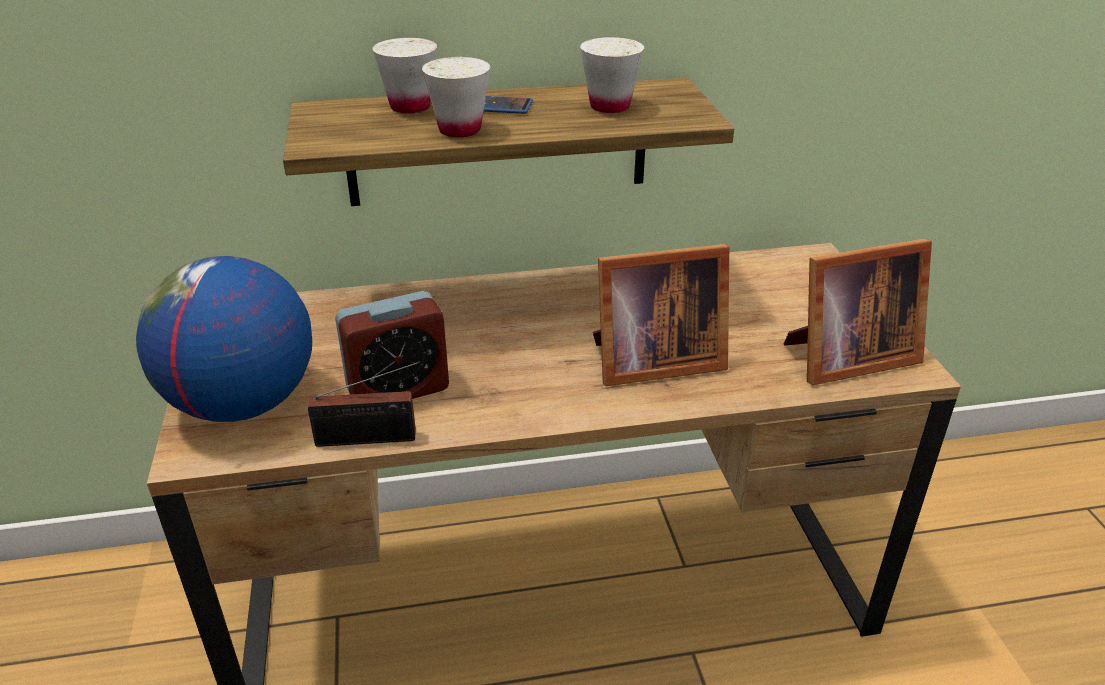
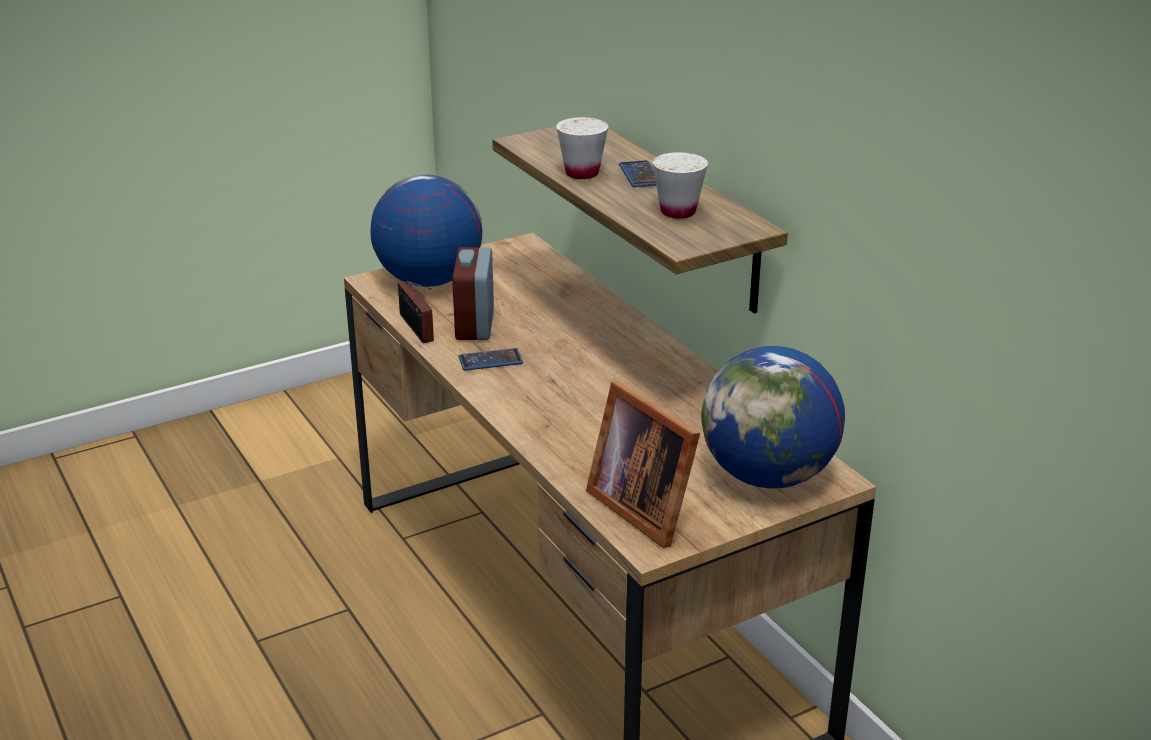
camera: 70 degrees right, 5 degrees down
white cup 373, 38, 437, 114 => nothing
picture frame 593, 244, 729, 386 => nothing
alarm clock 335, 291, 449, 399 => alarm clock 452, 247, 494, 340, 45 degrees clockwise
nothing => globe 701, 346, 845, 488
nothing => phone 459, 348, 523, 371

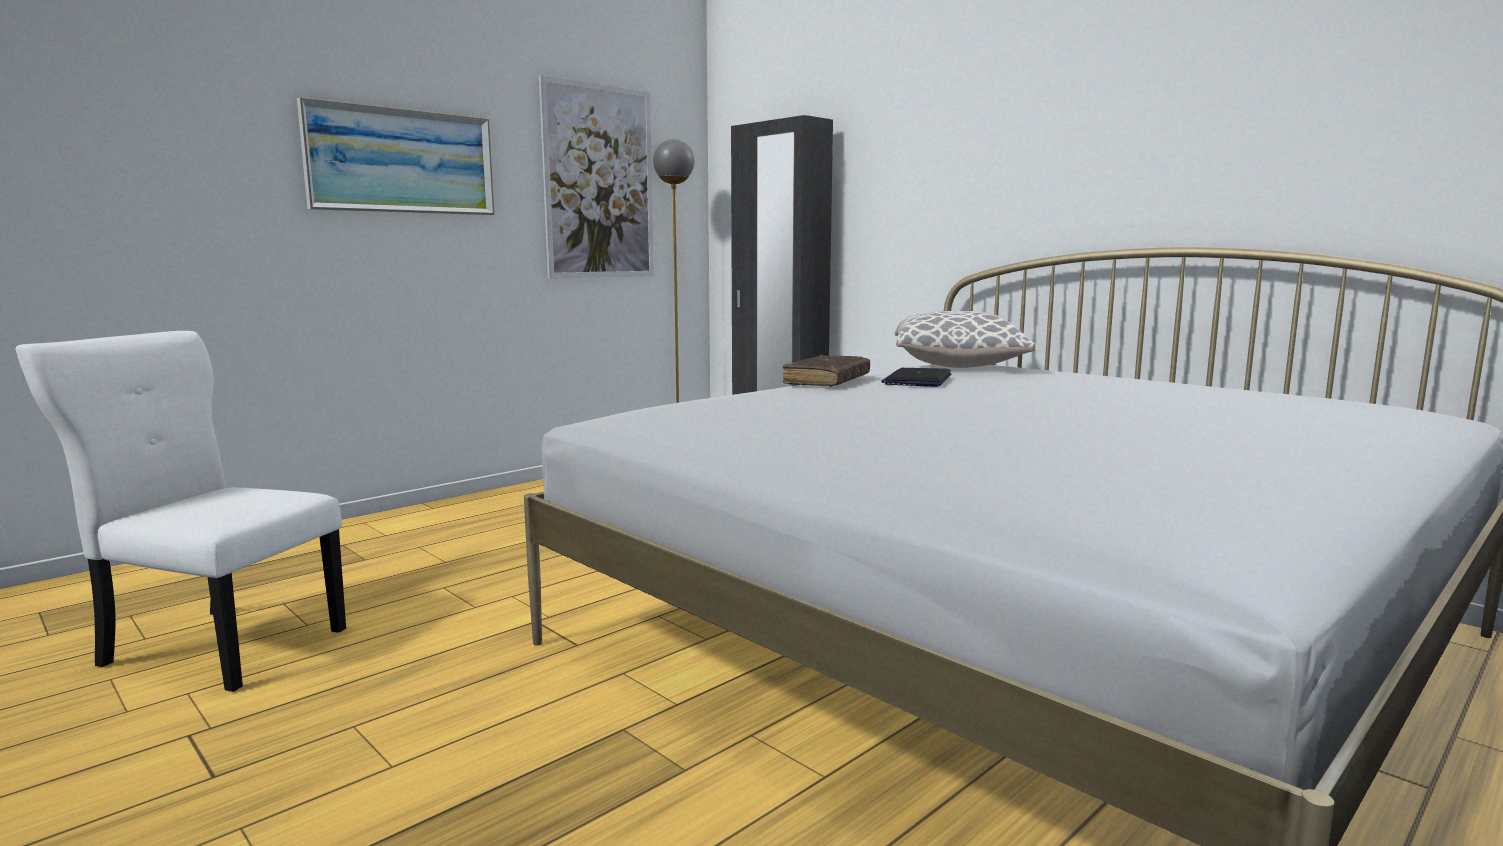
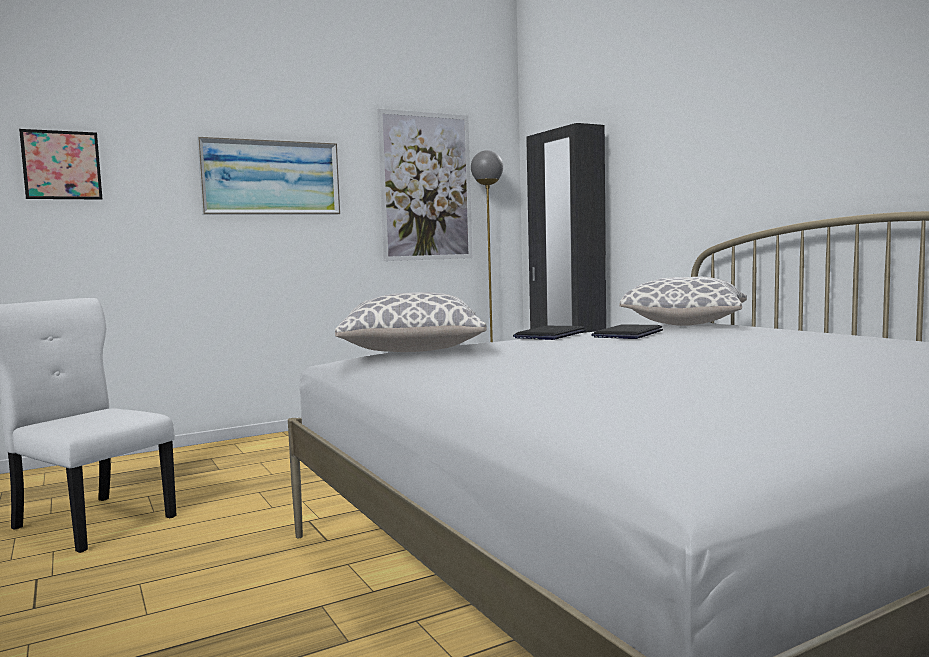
camera: 15 degrees right, 5 degrees down
brown book 783, 355, 870, 387 => laptop 513, 326, 586, 340
nothing => picture 19, 129, 102, 200
nothing => pillow 335, 292, 487, 352

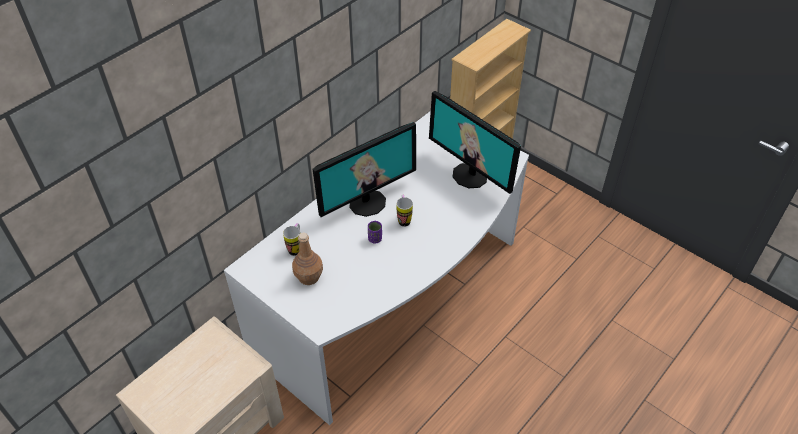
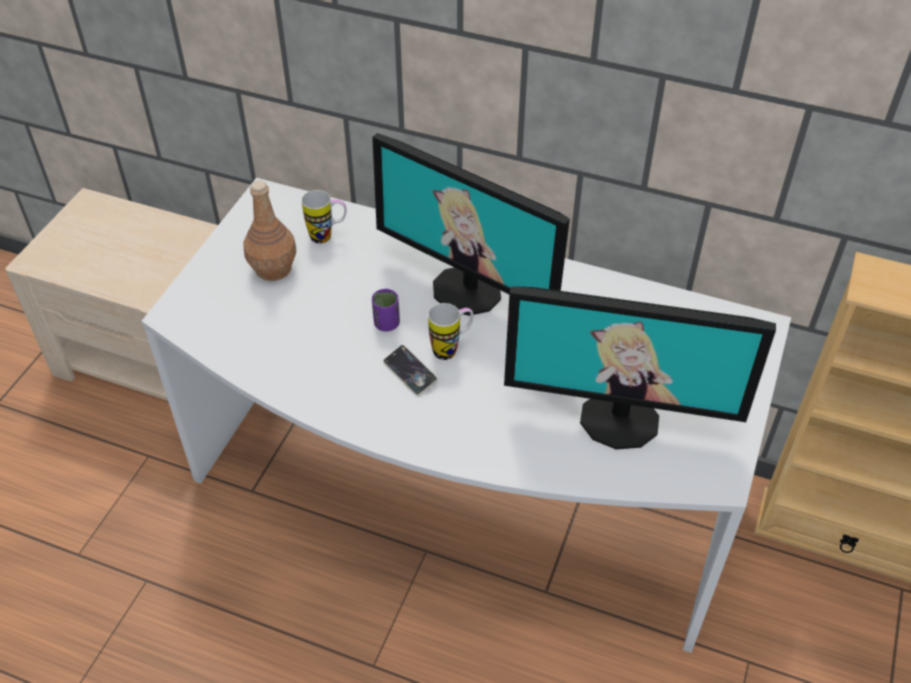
camera: 70 degrees right, 0 degrees up
monitor 429, 91, 521, 194 => monitor 504, 286, 776, 449, 105 degrees counterclockwise
nothing => phone 383, 345, 438, 396

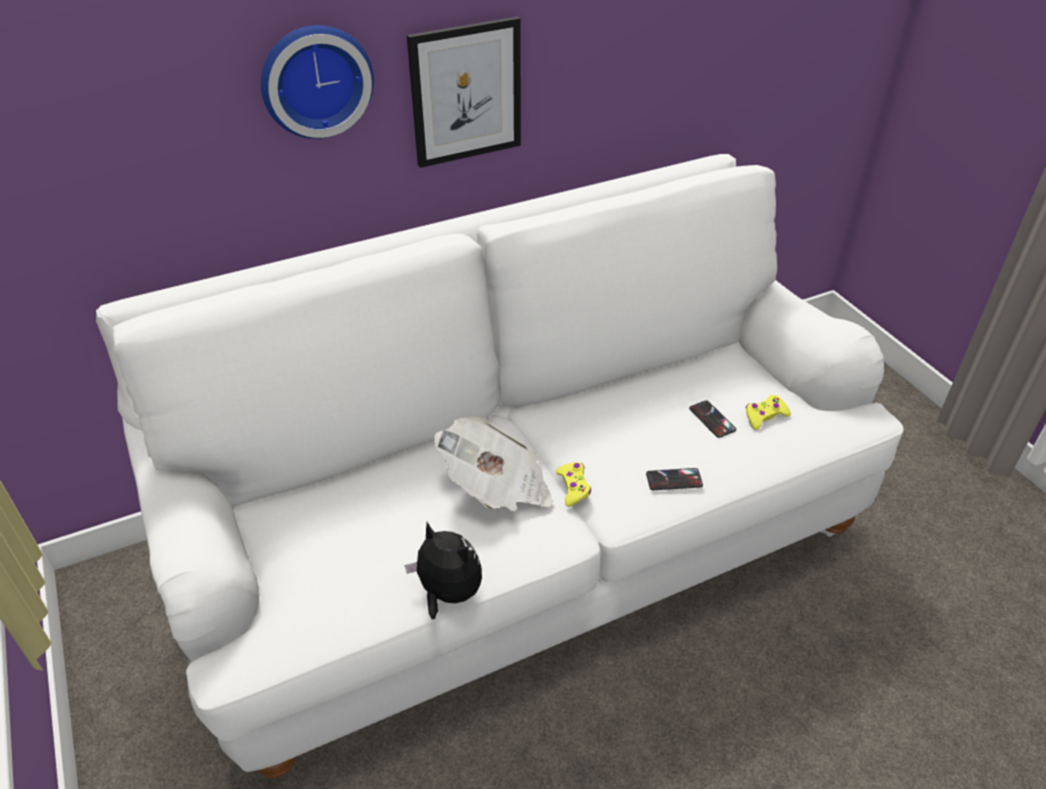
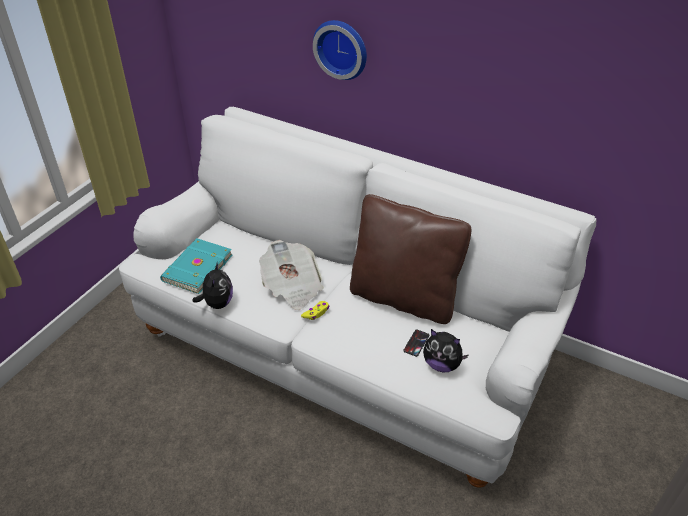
camera: 55 degrees right, 0 degrees up
picture 407, 16, 521, 168 => nothing
yellow game controller 745, 395, 791, 430 => plush toy 423, 329, 469, 372
phone 646, 468, 703, 490 => nothing
nothing => brown pillow 350, 194, 471, 324
nothing => turquoise book 160, 238, 232, 294

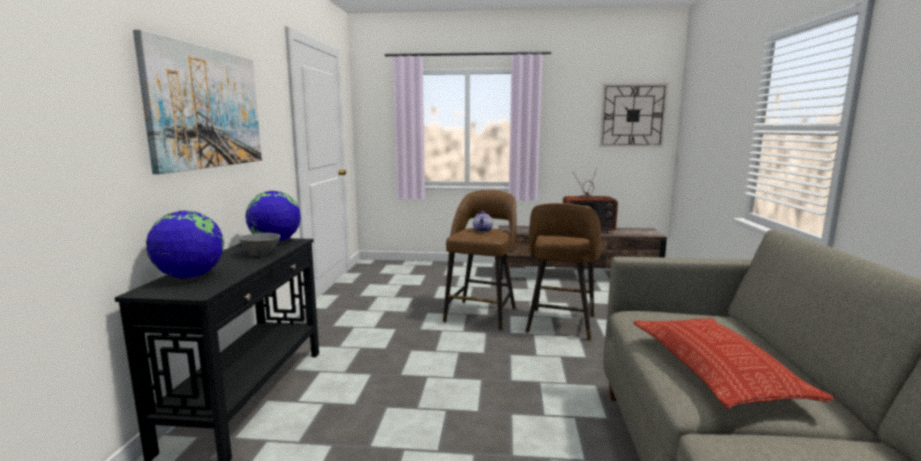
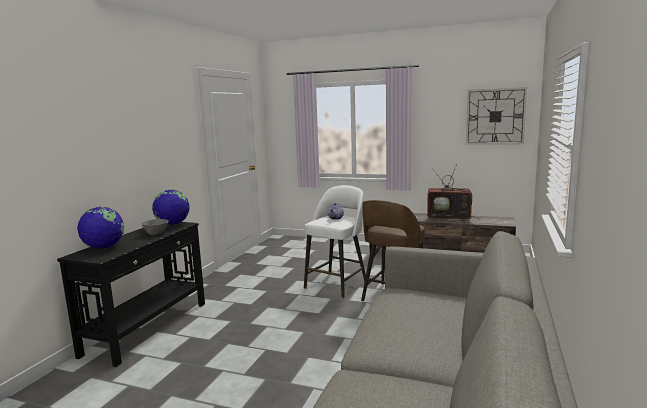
camera: 15 degrees right, 0 degrees up
picture 133, 29, 262, 174 => nothing
brown stool 443, 190, 517, 331 => white stool 304, 185, 366, 298
pillow 633, 318, 834, 409 => nothing

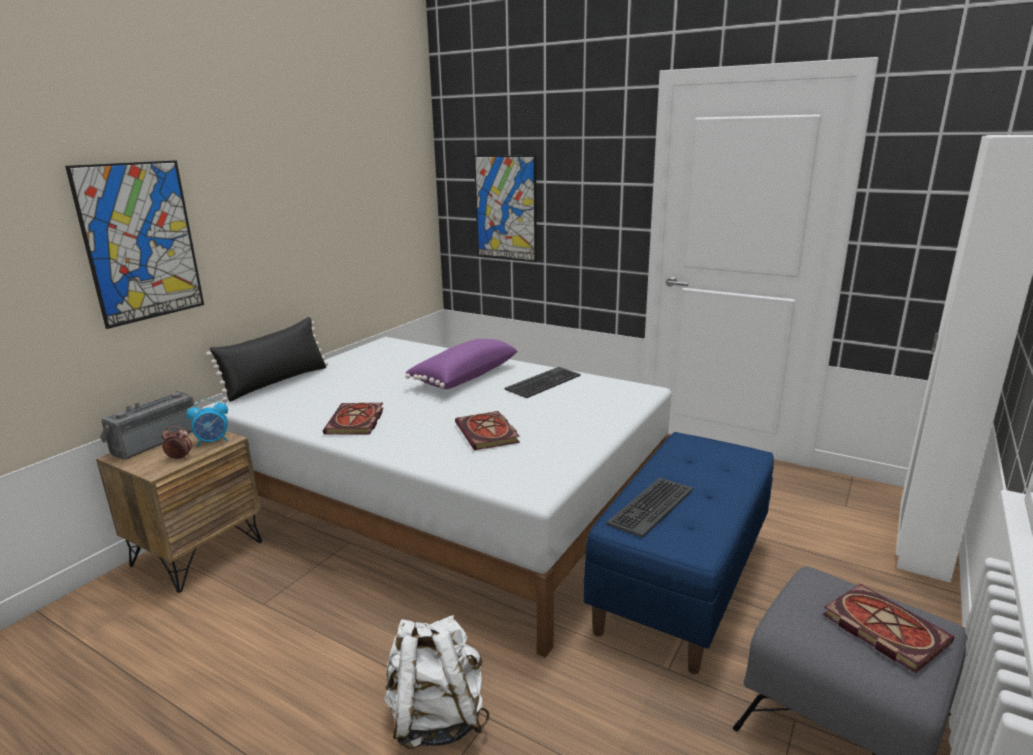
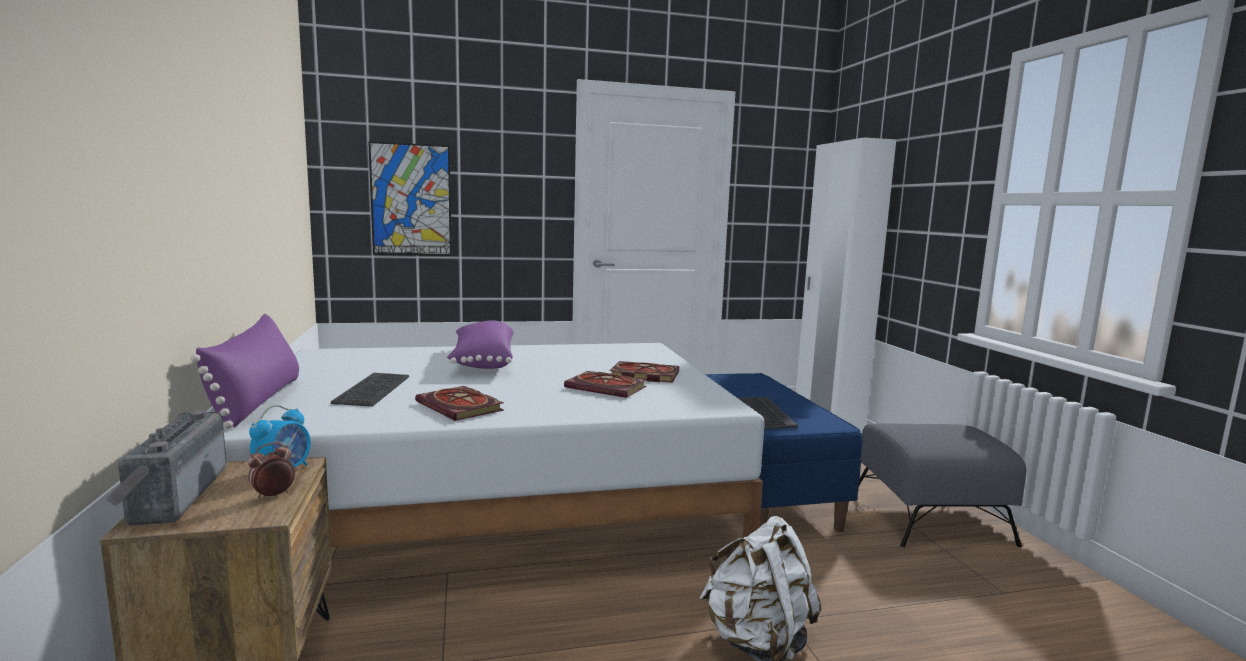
camera: 45 degrees left, 10 degrees down
picture 65, 160, 204, 329 => nothing
black pillow 206, 317, 328, 402 => purple pillow 190, 314, 299, 429
keyboard 505, 367, 581, 398 => keyboard 331, 373, 409, 407, shifted
book 823, 584, 954, 673 => book 610, 361, 679, 383, shifted

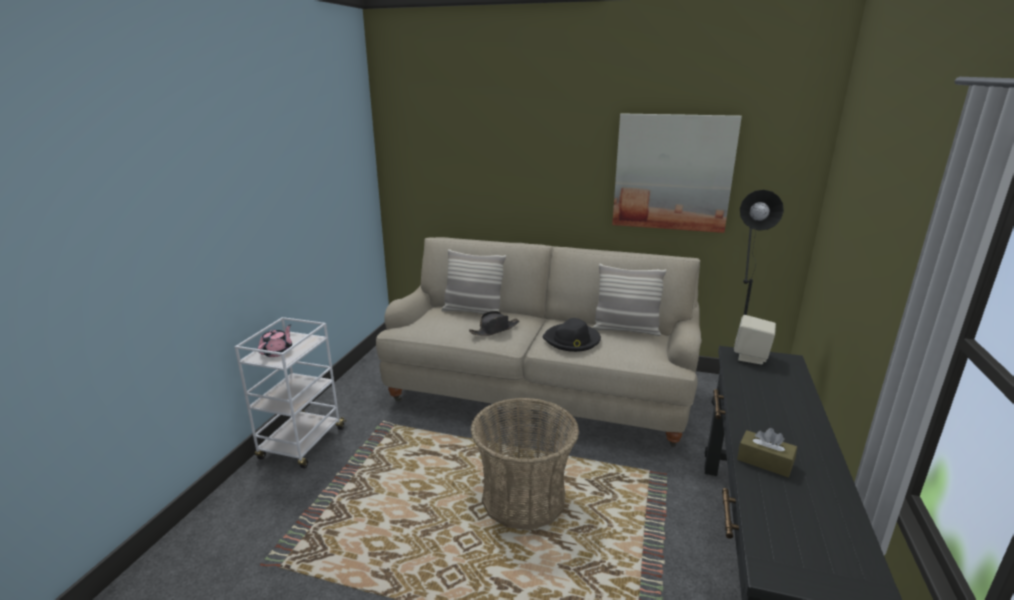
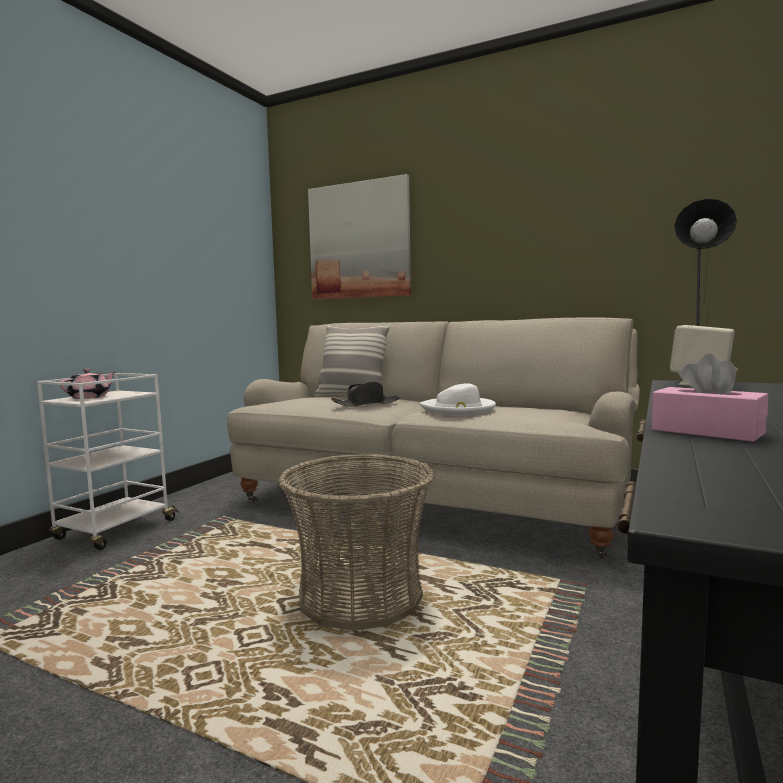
camera: 10 degrees right, 15 degrees down
picture 612, 114, 742, 233 => picture 308, 174, 411, 300, shifted
pillow 592, 264, 667, 336 => nothing
black hat 543, 318, 601, 352 => white hat 420, 383, 496, 415
brown tissue box 737, 428, 797, 477 => pink tissue box 651, 354, 768, 442

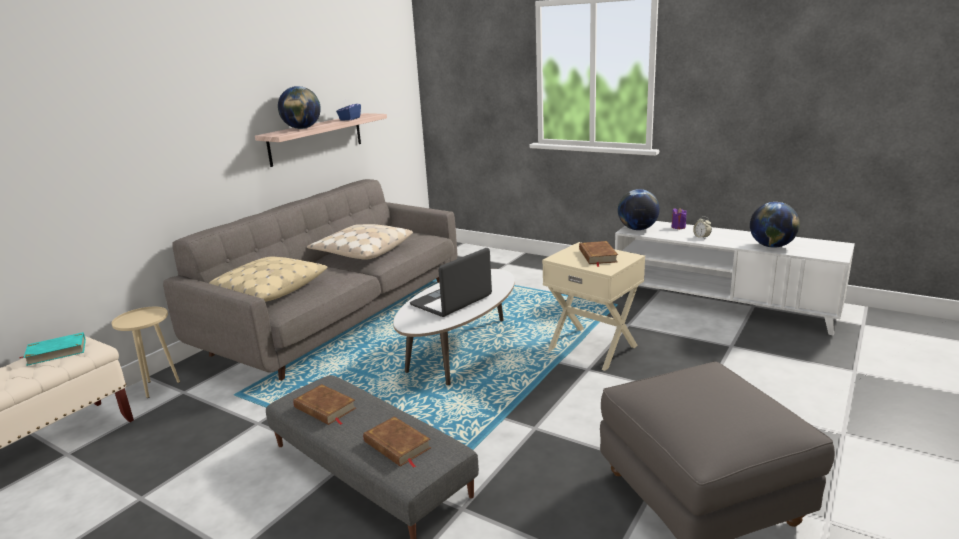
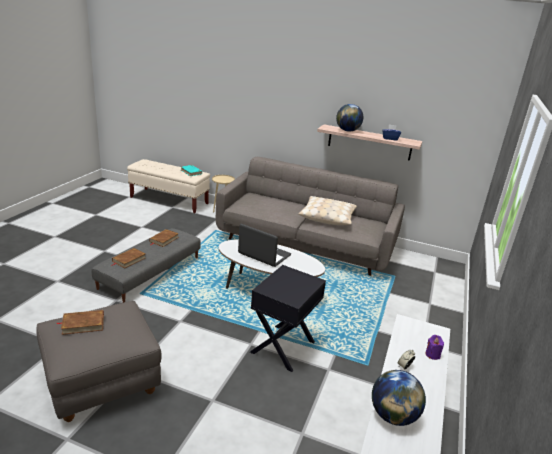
camera: 75 degrees right, 5 degrees up
globe 618, 189, 660, 230 => nothing
brown book 579, 241, 618, 267 => brown book 57, 310, 104, 335, shifted
beige side table 542, 242, 645, 371 => black side table 250, 265, 326, 372
beige pillow 209, 256, 327, 302 => nothing

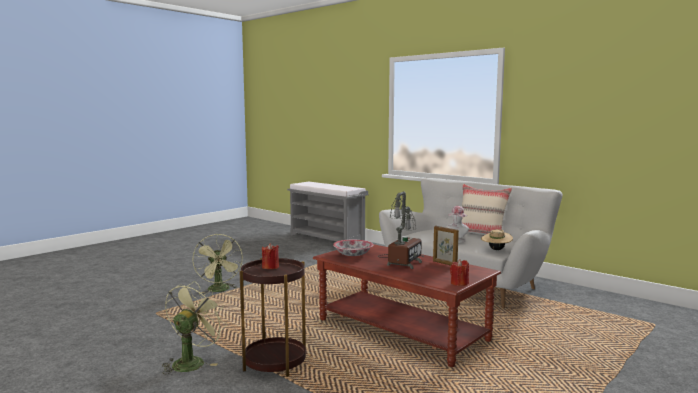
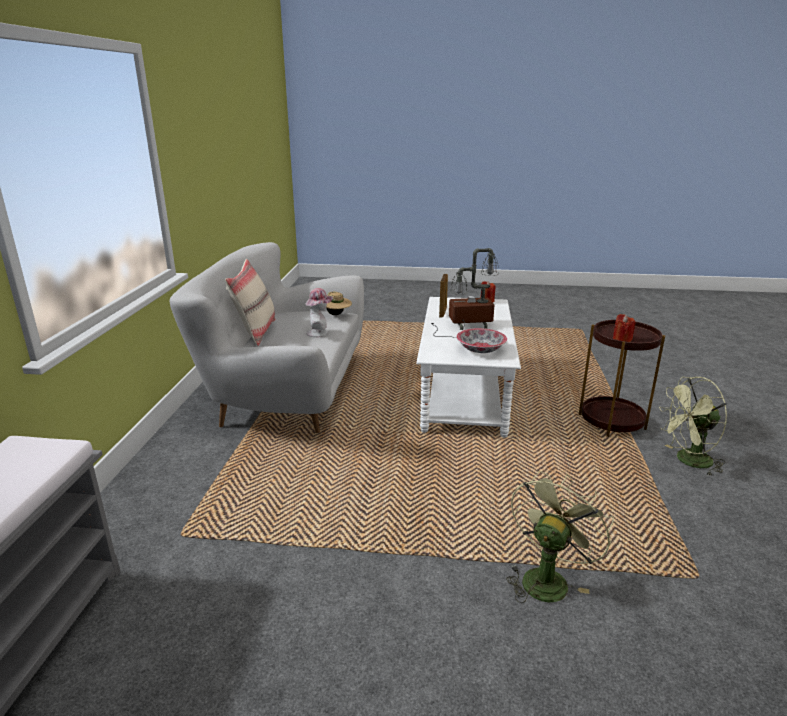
camera: 125 degrees left, 15 degrees up
brown coffee table 313, 244, 501, 367 => white coffee table 416, 297, 521, 438

